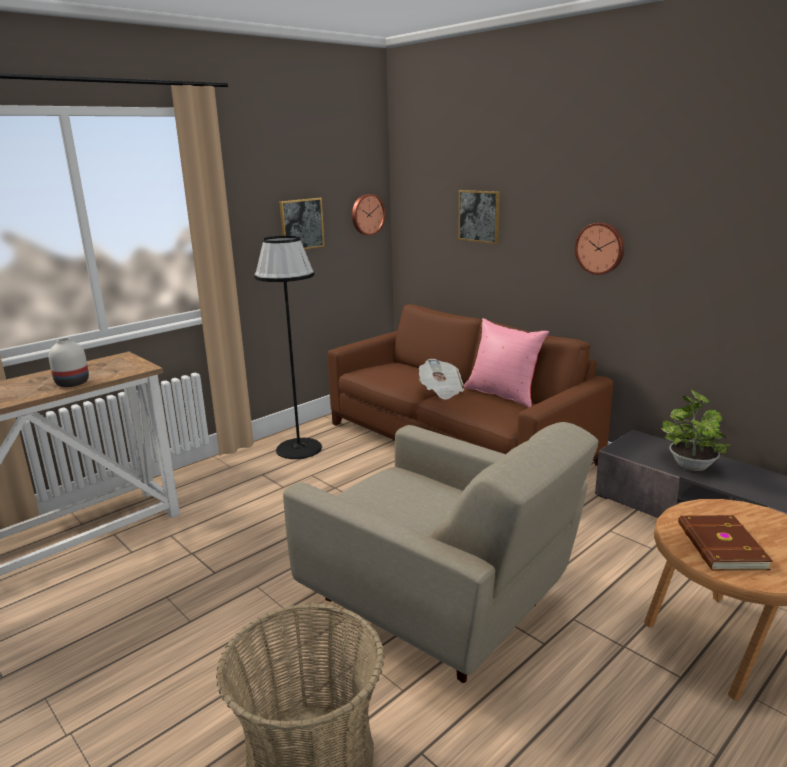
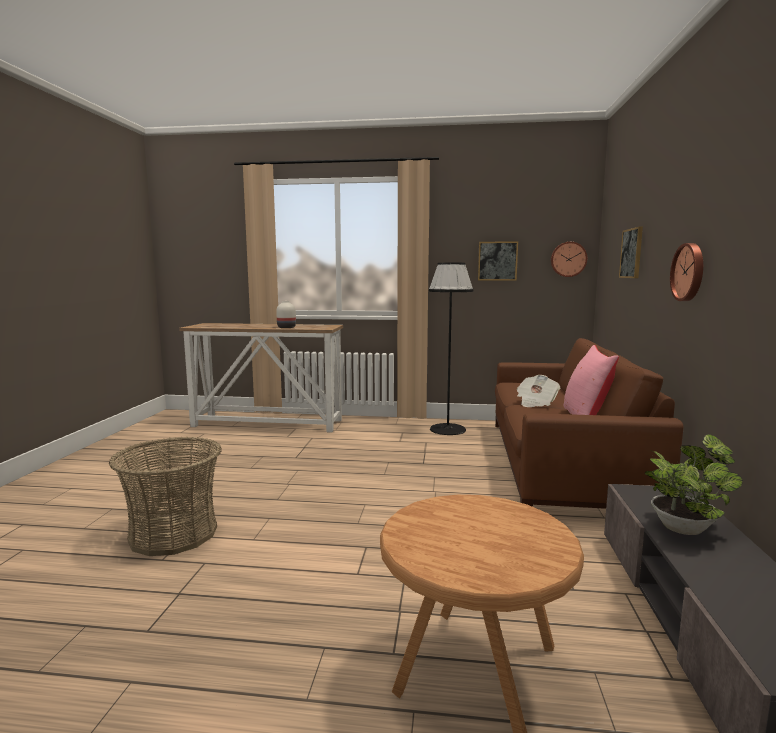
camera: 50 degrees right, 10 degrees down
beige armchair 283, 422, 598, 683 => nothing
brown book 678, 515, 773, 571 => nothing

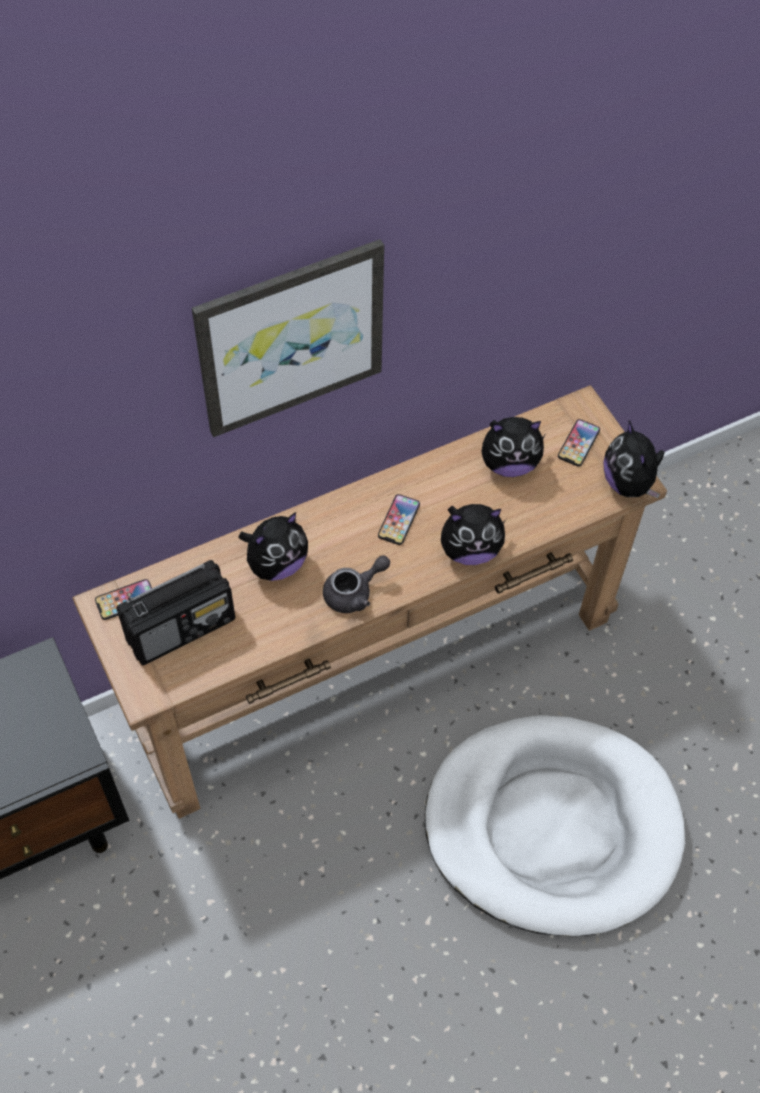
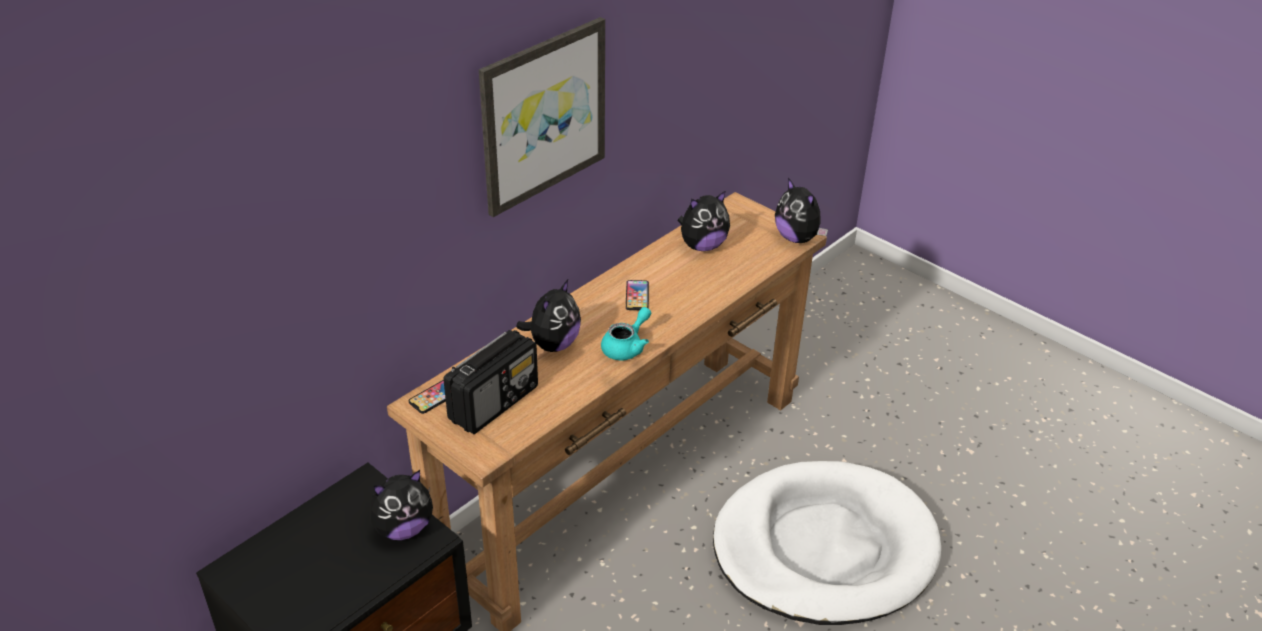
camera: 20 degrees left, 20 degrees down
phone 558, 419, 600, 466 => nothing
plush toy 441, 504, 506, 565 => plush toy 370, 470, 433, 540, shifted
grey teapot 323, 556, 390, 613 => turquoise teapot 601, 307, 651, 361

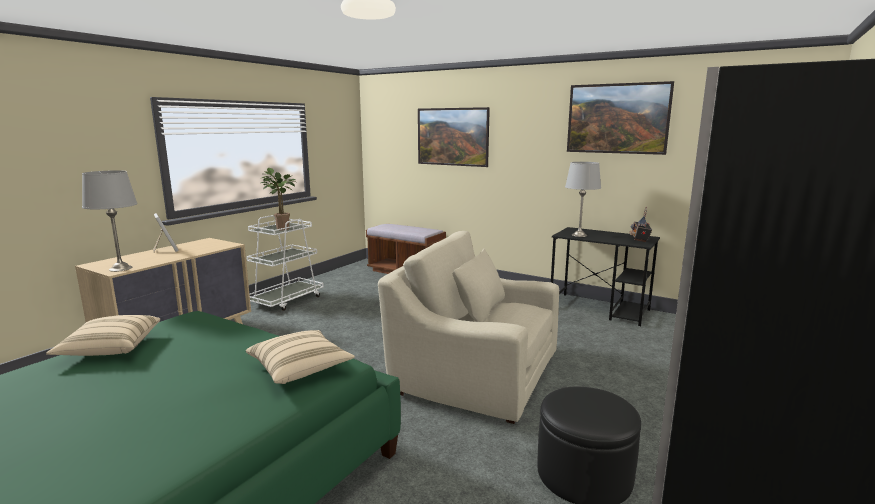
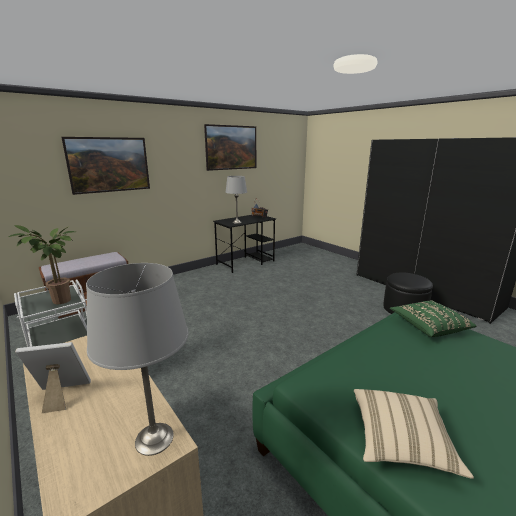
camera: 70 degrees left, 5 degrees up
beige armchair 378, 231, 559, 424 => nothing
beige pillow 246, 330, 355, 384 => green pillow 390, 300, 476, 337

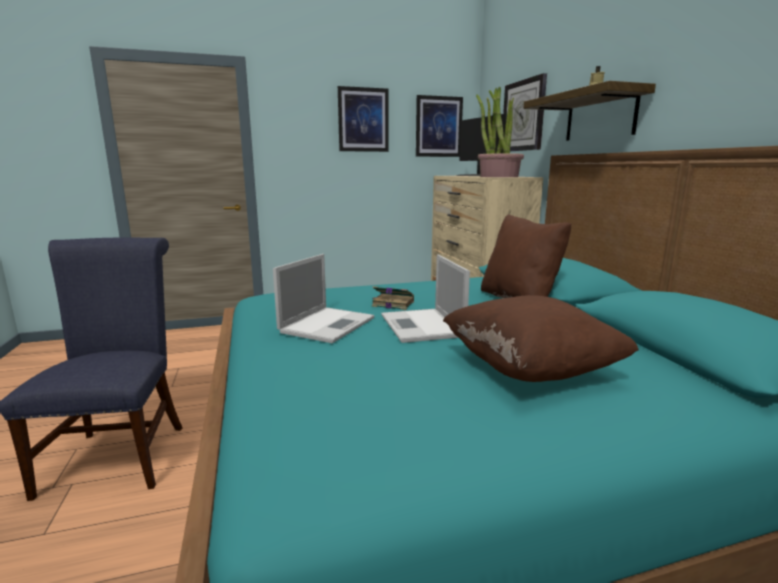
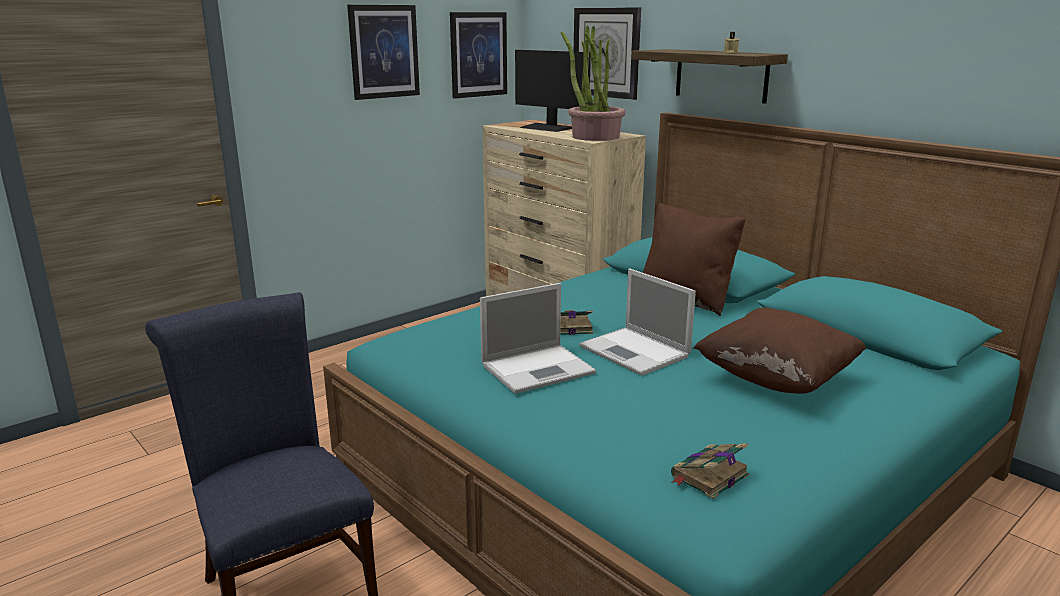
camera: 25 degrees left, 5 degrees up
laptop 273, 254, 374, 343 => laptop 480, 283, 596, 394, 60 degrees clockwise
nothing => book 671, 443, 749, 499

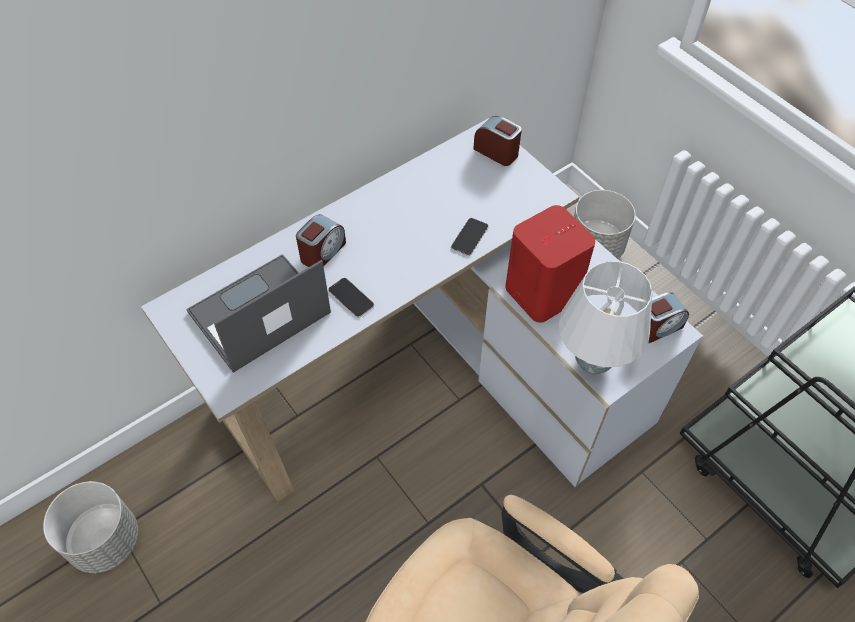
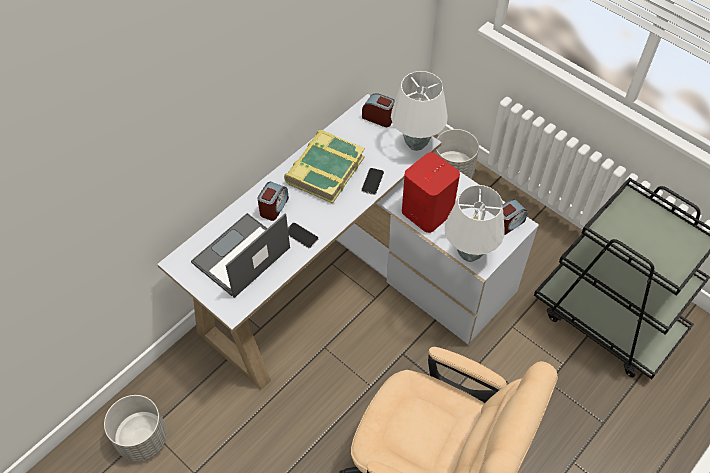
camera: 10 degrees left, 0 degrees up
nothing => white table lamp 391, 71, 448, 151
nothing => book 284, 130, 365, 204

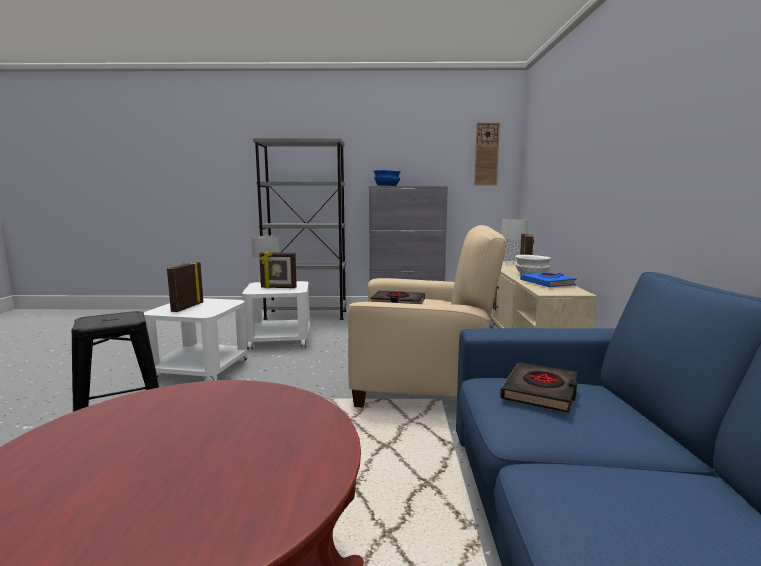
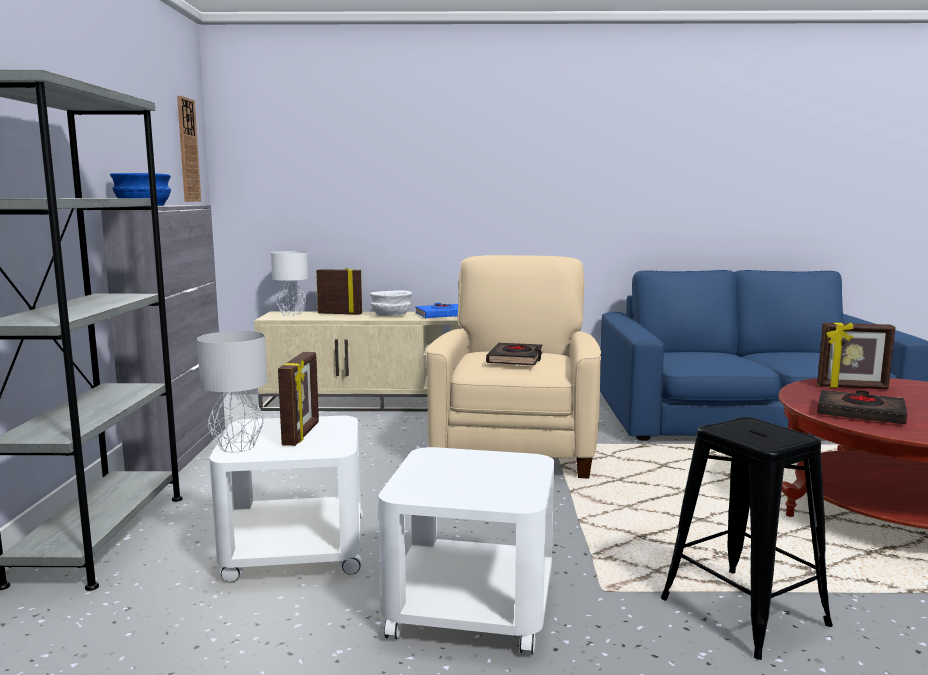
camera: 90 degrees left, 0 degrees up
picture frame 167, 262, 203, 312 => picture frame 817, 322, 896, 389, shifted
black book 500, 362, 578, 413 => black book 817, 390, 907, 424, shifted

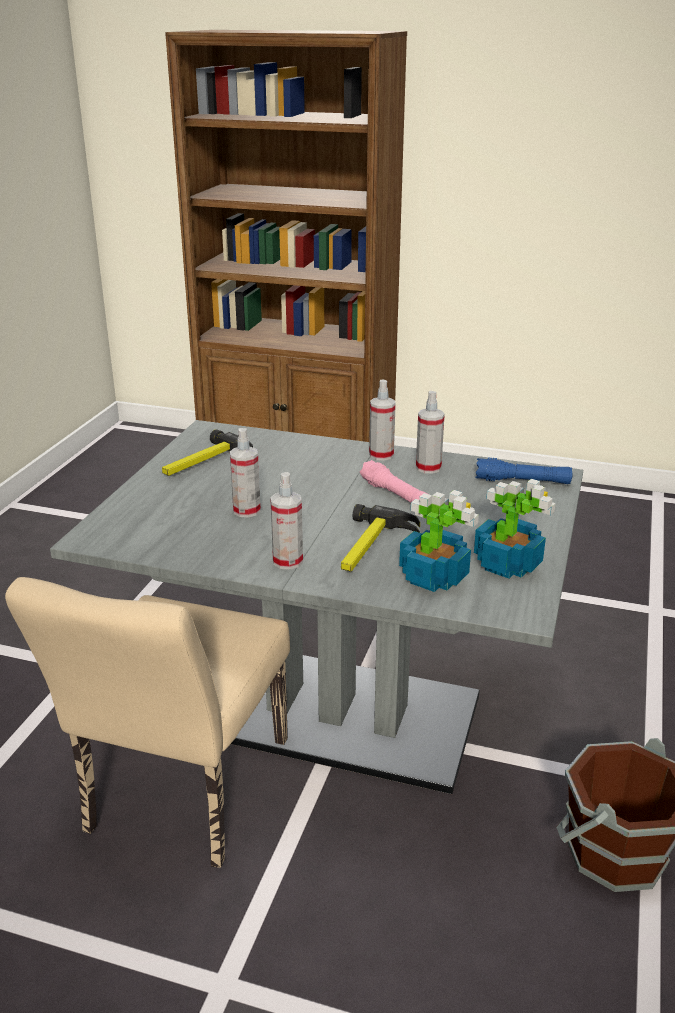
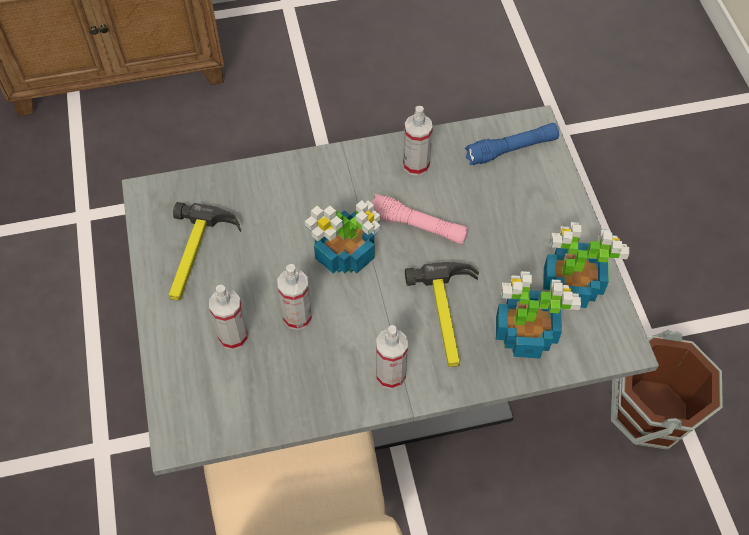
camera: 30 degrees left, 30 degrees up
spray bottle 369, 379, 396, 461 => spray bottle 209, 285, 248, 350, shifted
nothing => potted plant 305, 200, 381, 273

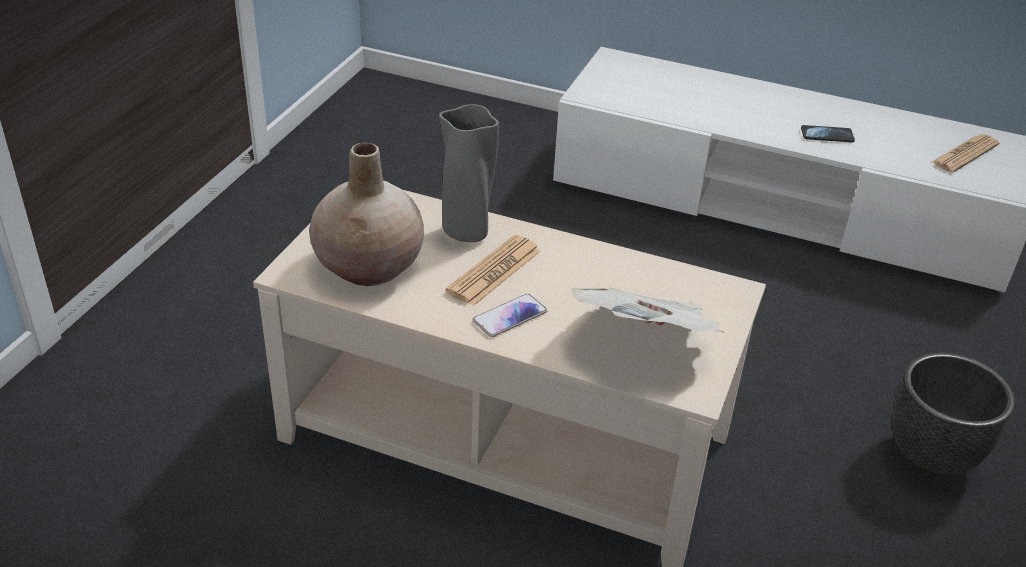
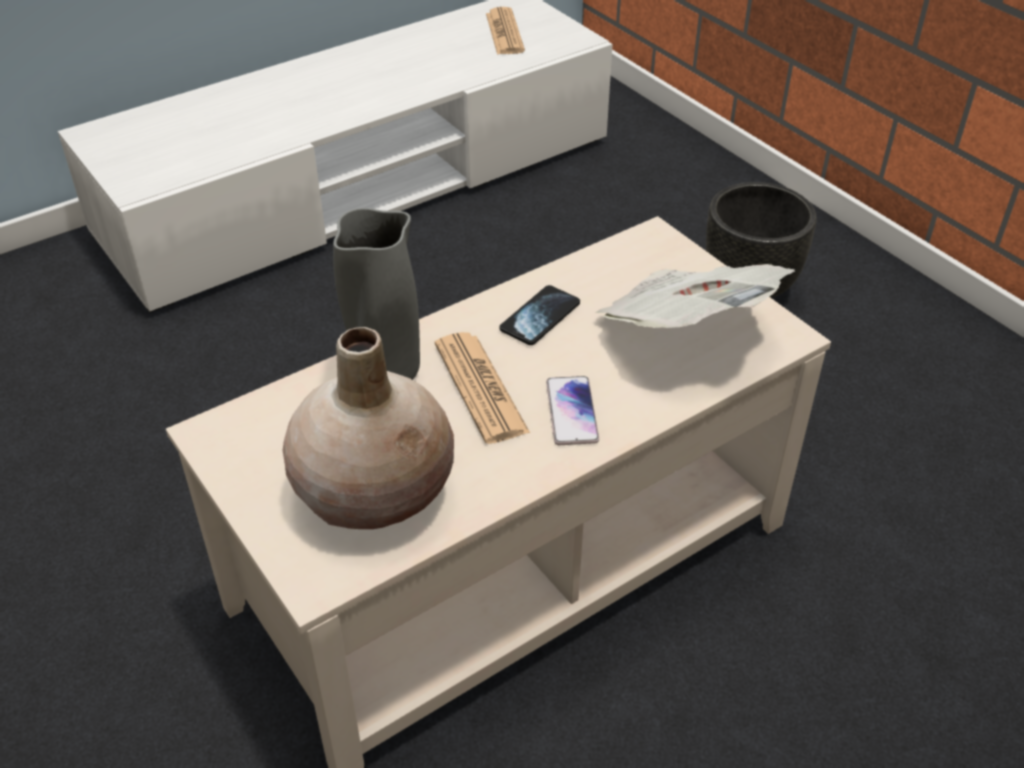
camera: 55 degrees left, 5 degrees up
phone 801, 125, 855, 142 => phone 499, 285, 580, 345, shifted

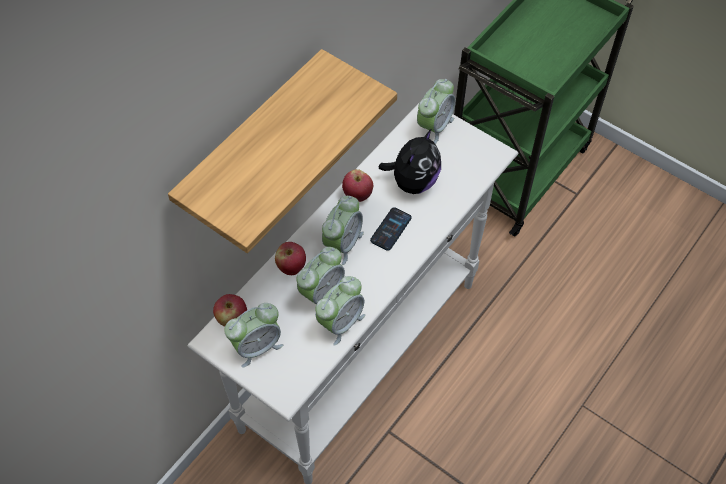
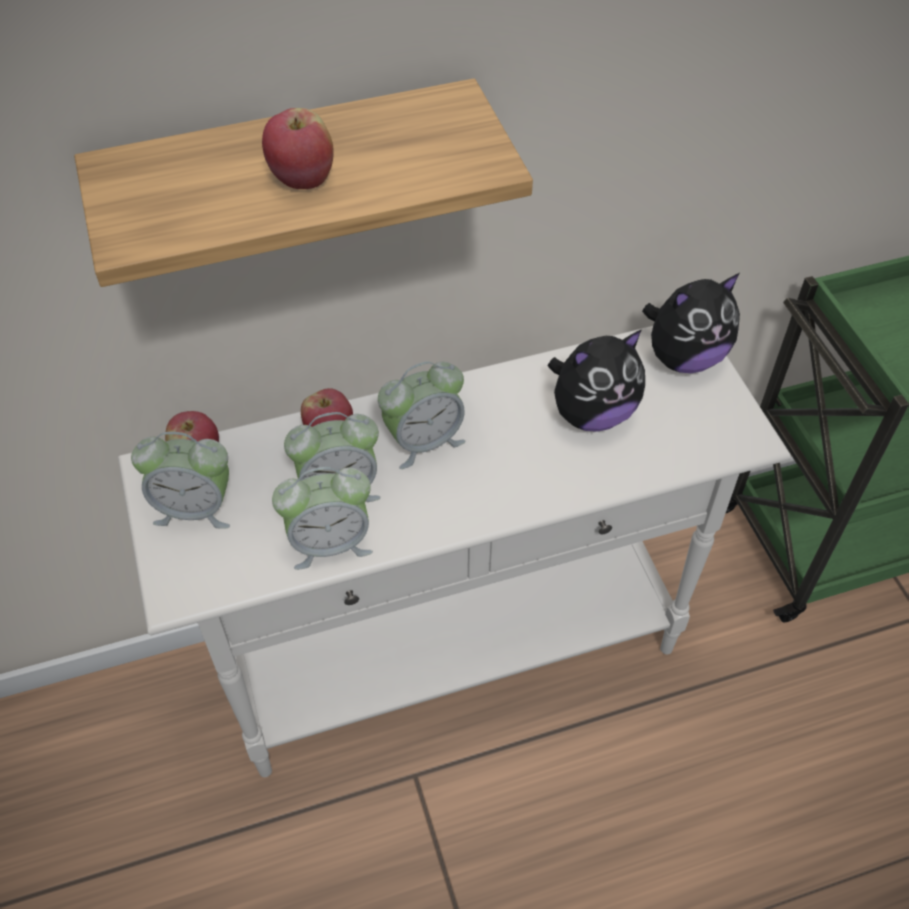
camera: 35 degrees right, 5 degrees down
alarm clock 417, 79, 455, 144 => plush toy 642, 273, 740, 373
apple 342, 169, 373, 202 => apple 262, 108, 334, 189, shifted
phone 370, 207, 412, 251 => nothing

